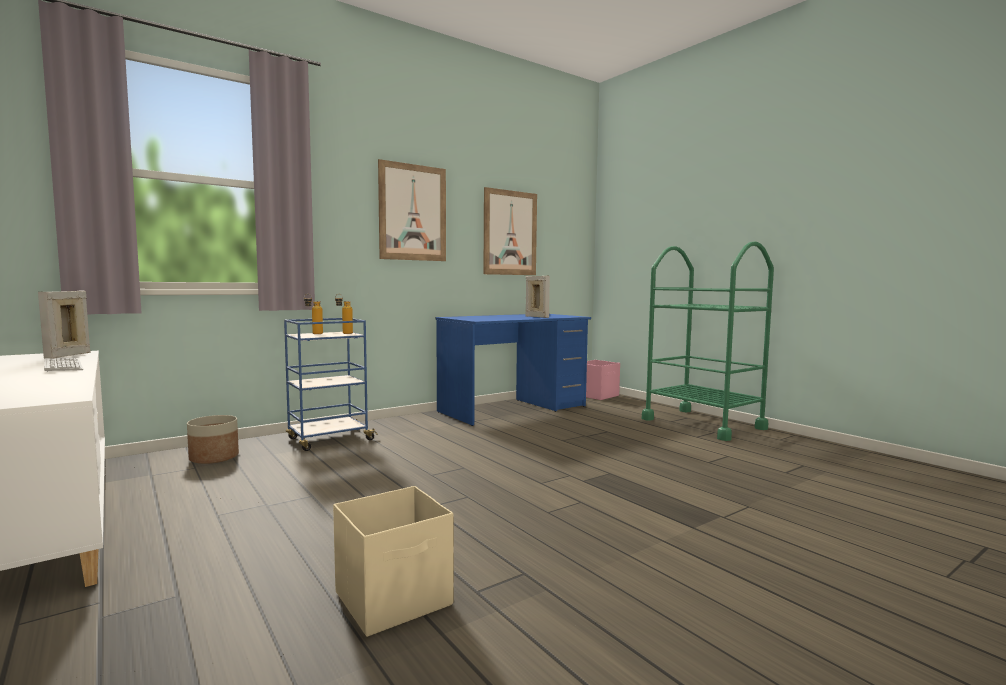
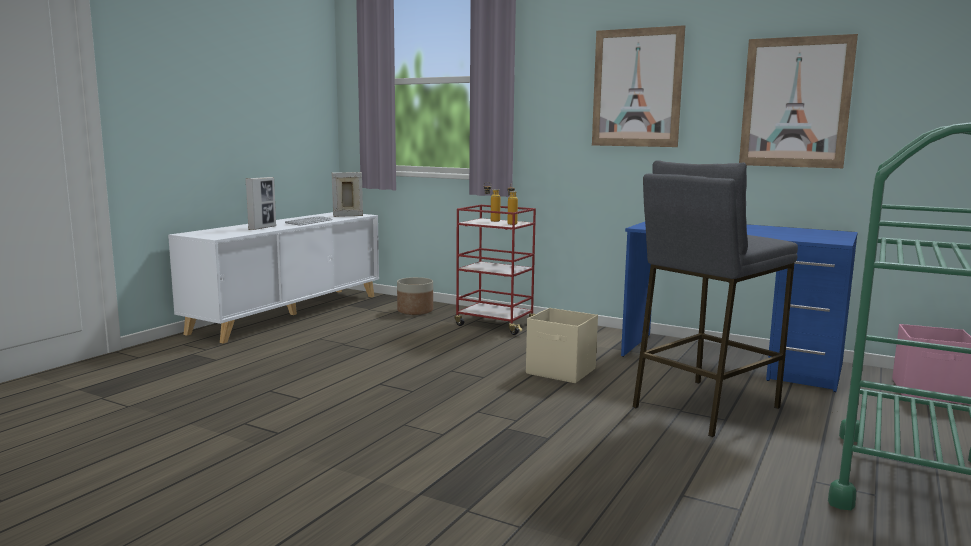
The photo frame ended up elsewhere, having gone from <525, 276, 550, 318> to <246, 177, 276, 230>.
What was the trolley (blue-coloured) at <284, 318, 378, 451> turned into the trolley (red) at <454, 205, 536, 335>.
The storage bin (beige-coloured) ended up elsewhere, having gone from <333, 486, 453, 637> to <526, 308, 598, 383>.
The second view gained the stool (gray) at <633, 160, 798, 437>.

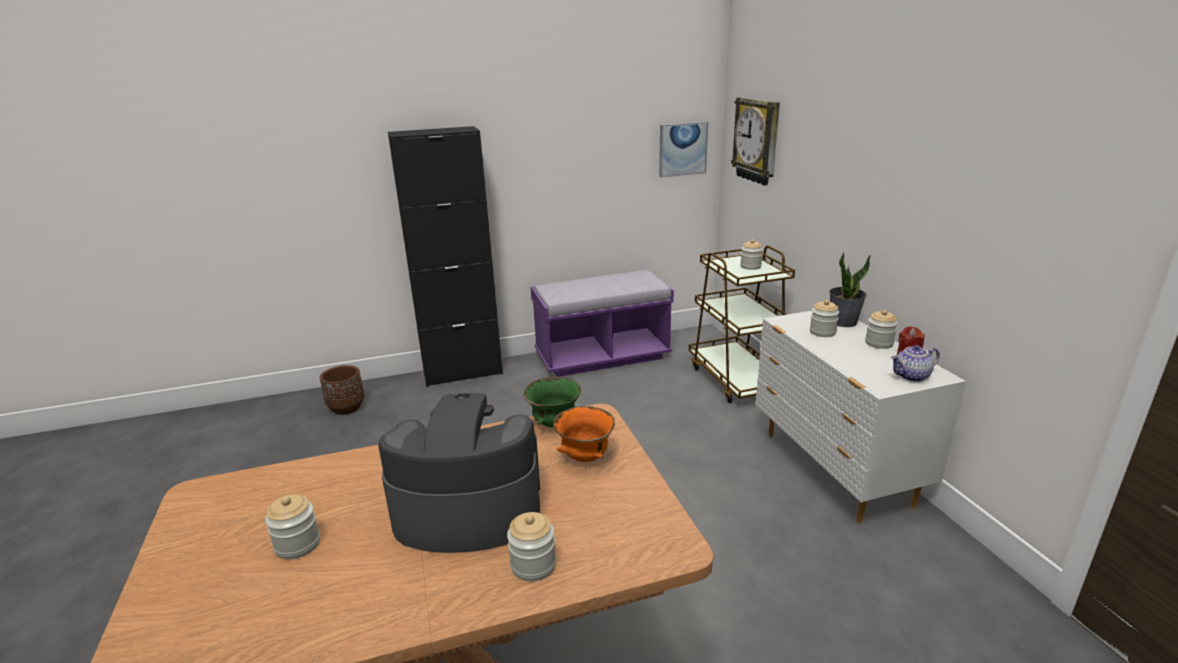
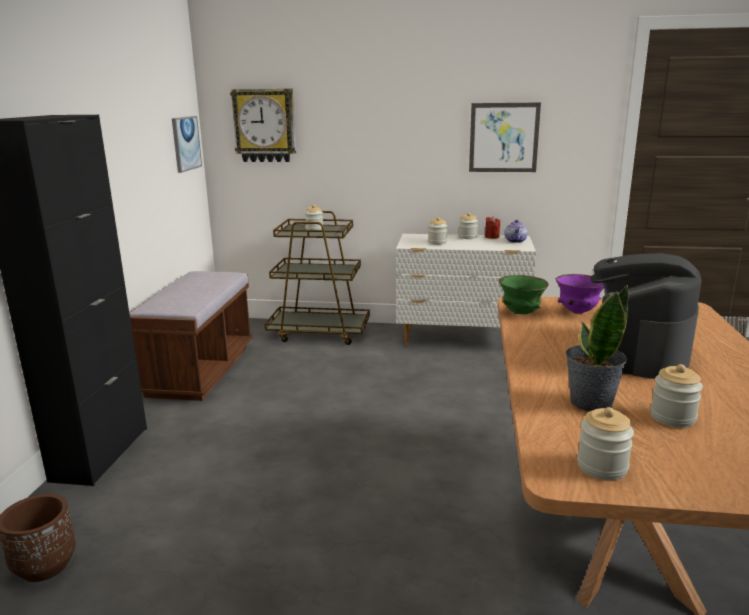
The potted plant ended up elsewhere, having gone from <829, 252, 871, 327> to <566, 284, 629, 412>.
What was the long seat (purplish) at <531, 270, 674, 377> turned into the long seat (brown) at <129, 271, 253, 401>.
What was the deep dish (orangey) at <553, 406, 615, 462> turned into the deep dish (purplish) at <556, 274, 604, 314>.
The preserve jar ended up elsewhere, having gone from <507, 512, 556, 581> to <577, 407, 634, 480>.
The second view gained the picture at <469, 102, 541, 172>.

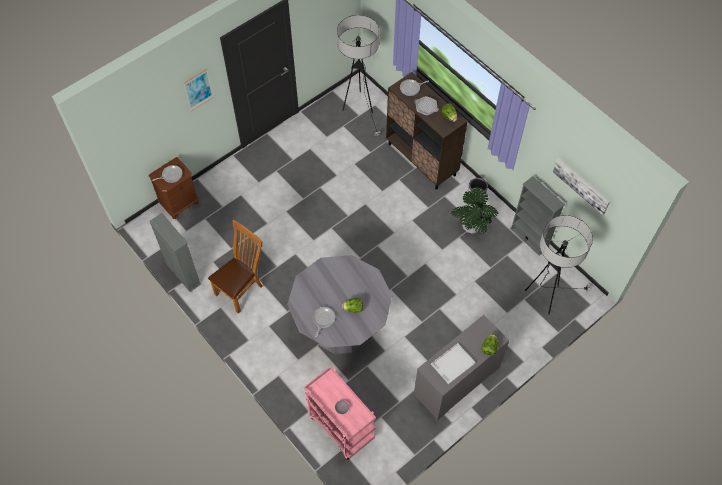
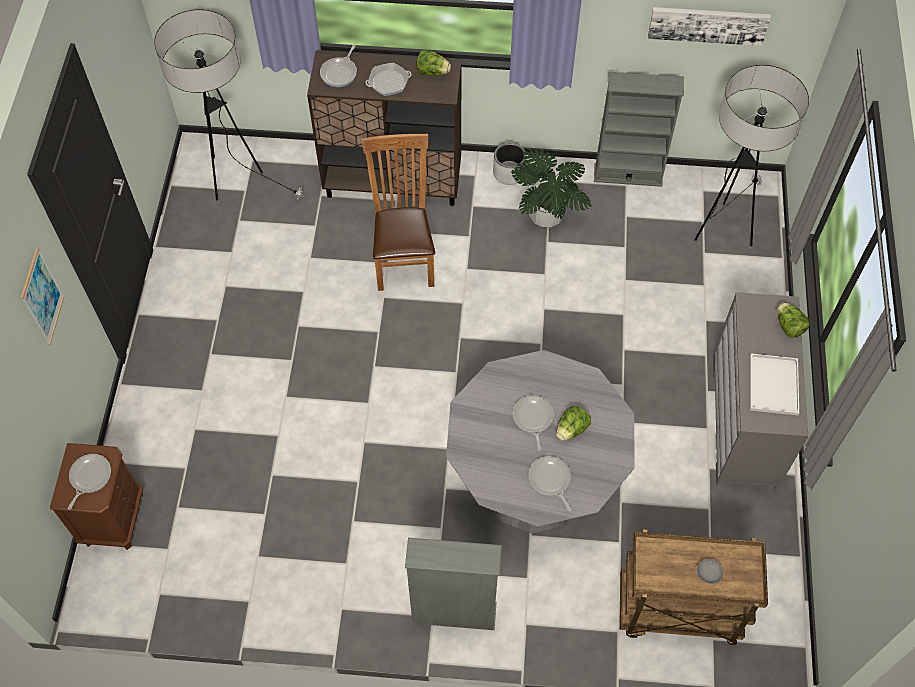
The bookshelf (gray) ended up elsewhere, having gone from <149, 213, 201, 292> to <405, 538, 502, 630>.
The chair (brown) ended up elsewhere, having gone from <208, 220, 263, 314> to <361, 134, 435, 291>.
What was the trolley (pink) at <304, 366, 376, 460> turned into the trolley (brown) at <619, 529, 768, 645>.
The second view gained the pan at <513, 395, 554, 451>.

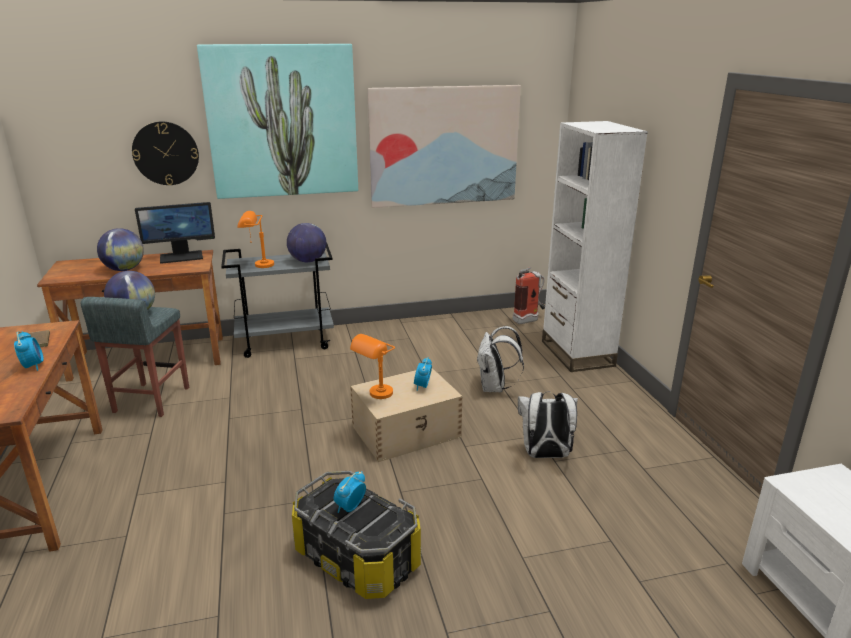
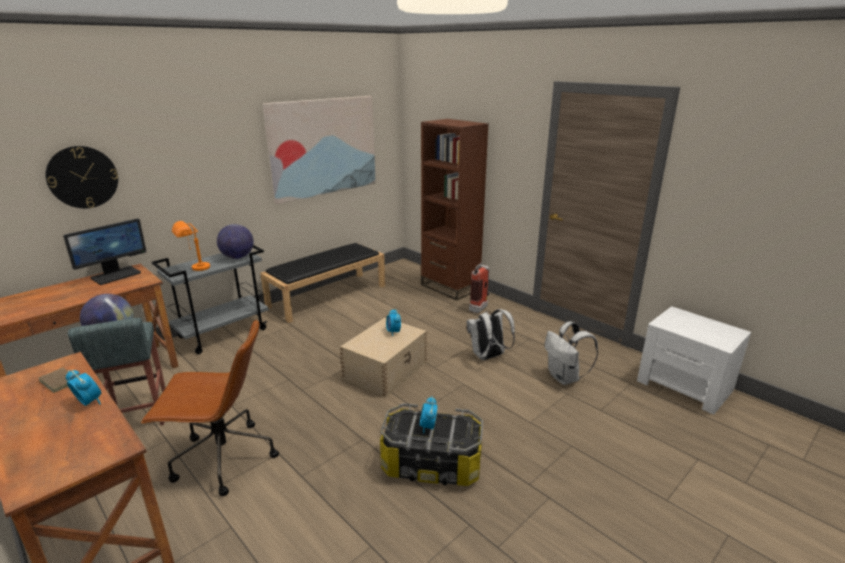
The second view lost the picture at <197, 44, 358, 199>.
What was the bookshelf (white) at <542, 121, 648, 372> turned into the bookshelf (brown) at <421, 119, 489, 300>.
The second view lost the desk globe at <97, 228, 144, 271>.
The fire extinguisher ended up elsewhere, having gone from <513, 267, 545, 324> to <469, 262, 490, 313>.
The knapsack (white) ended up elsewhere, having gone from <476, 326, 524, 392> to <545, 321, 598, 385>.
The second view lost the lamp for a table (orangey) at <350, 334, 395, 399>.
The second view gained the long seat (black) at <260, 243, 385, 323>.
The second view gained the computer chair (brown) at <141, 319, 279, 496>.

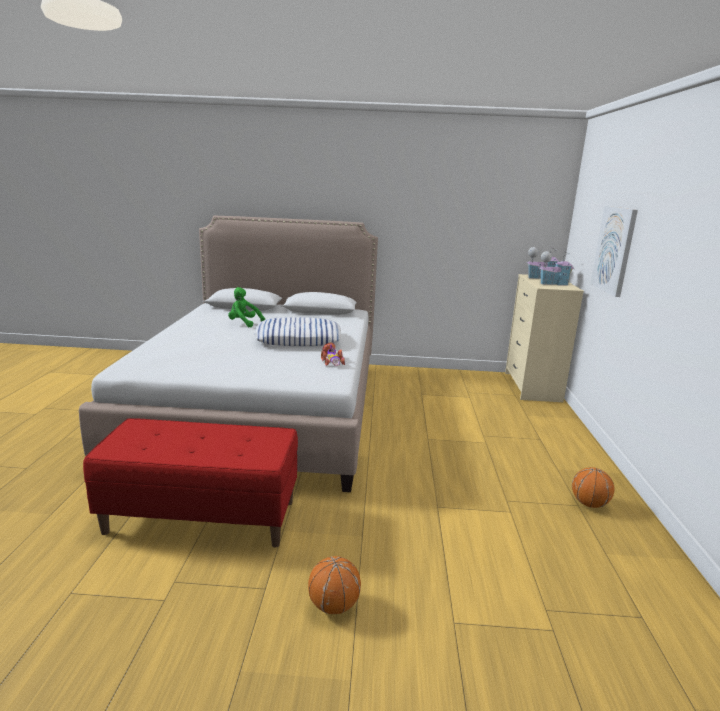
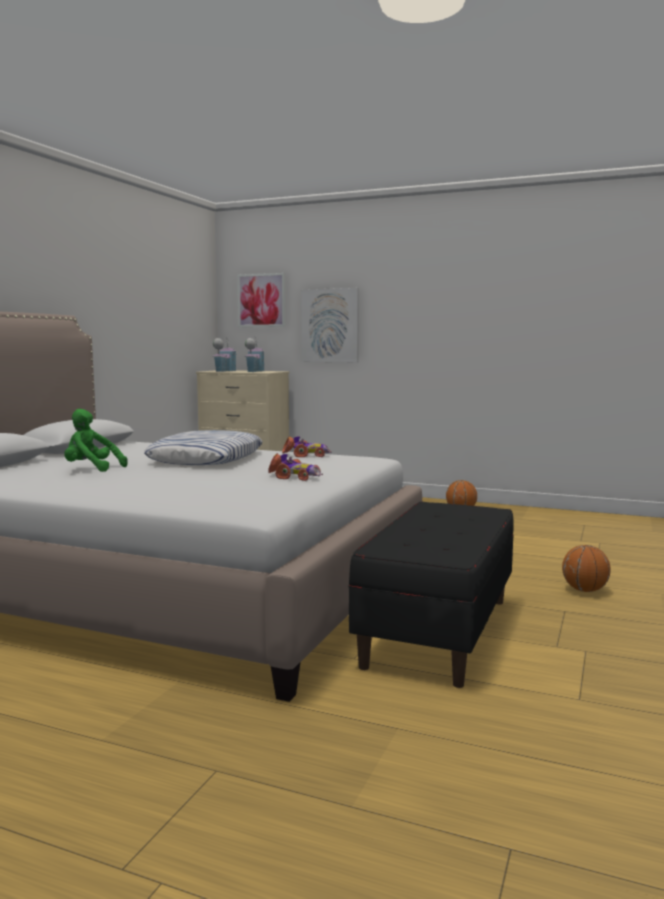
The cuddly toy (green-coloured) at <228, 287, 265, 327> ended up facing another way, 60 degrees clockwise from before.
What was the long seat (red) at <83, 418, 298, 548> turned into the long seat (black) at <348, 501, 514, 688>.
The second view gained the picture at <237, 273, 286, 327>.
The second view gained the miniature car at <268, 453, 323, 481>.

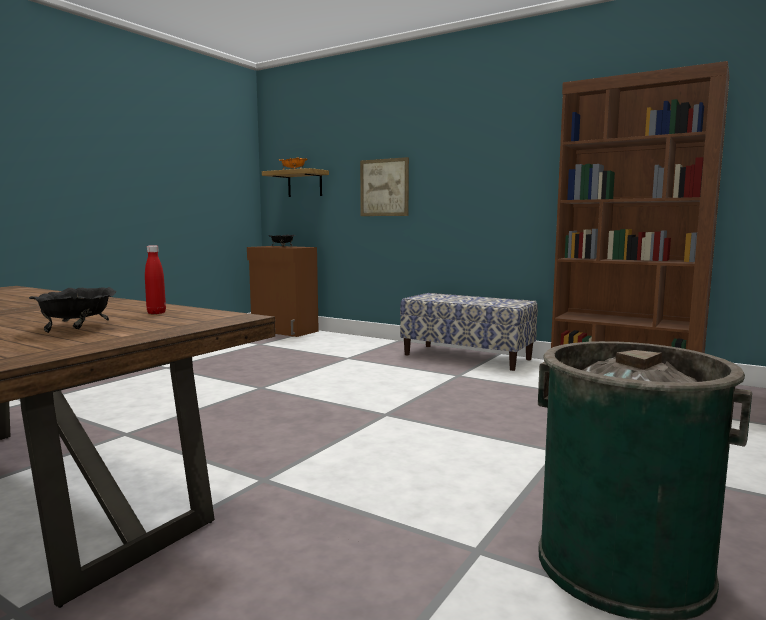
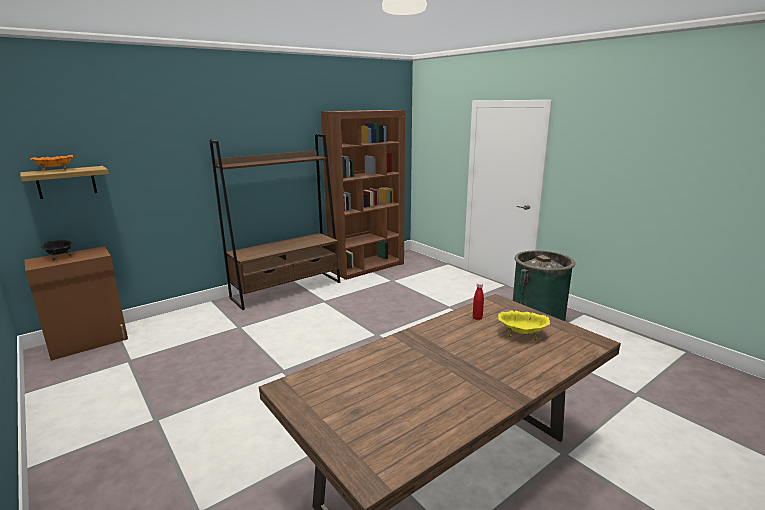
The second view lost the picture at <360, 157, 409, 216>.
What was the deep dish (black) at <29, 287, 117, 333> turned into the deep dish (yellow) at <498, 311, 550, 341>.
Where the long seat stood at <400, 293, 538, 371>, the bookshelf (brown) came to stand at <209, 134, 340, 310>.

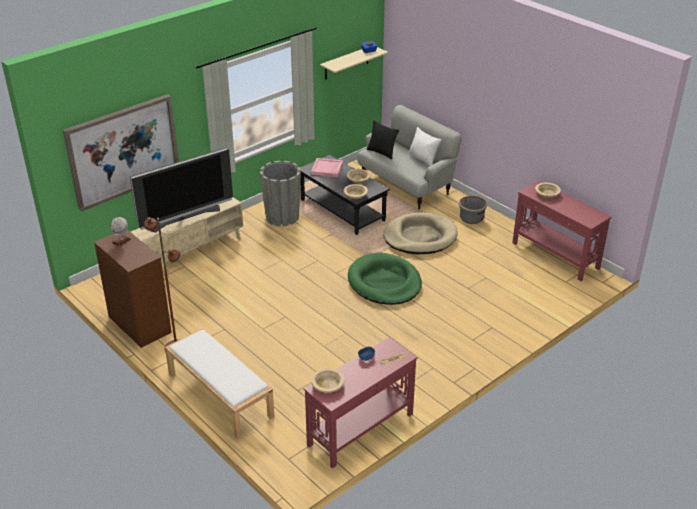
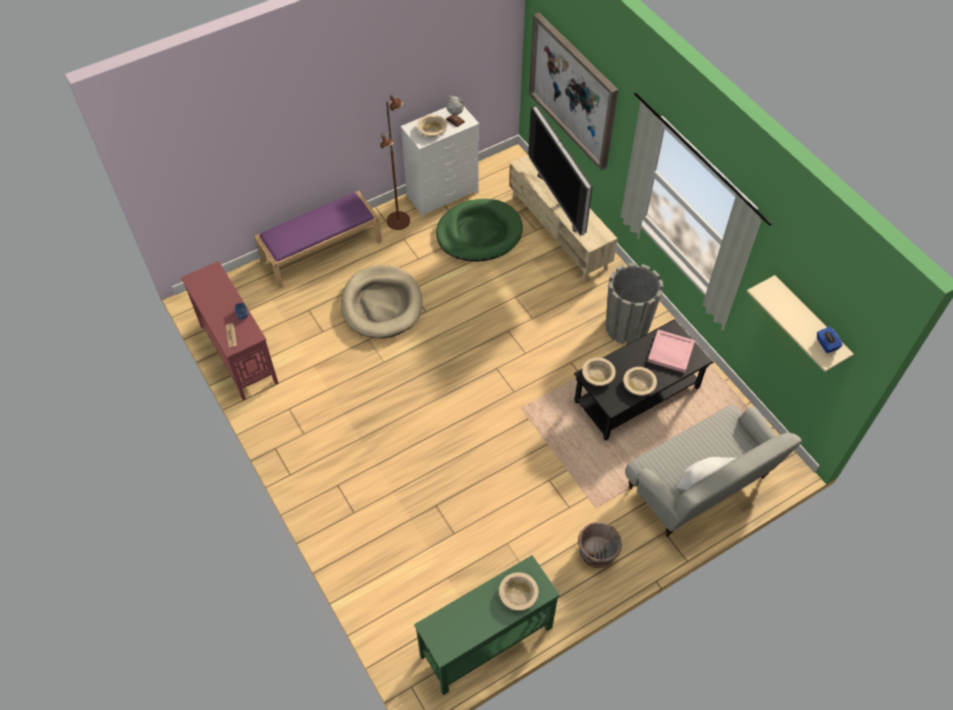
The second view lost the throw pillow (black) at <367, 121, 399, 160>.
What was the narrow table (red) at <512, 181, 611, 281> turned into the narrow table (green-coloured) at <414, 555, 560, 695>.
The dog cushion (beige-coloured) ended up elsewhere, having gone from <383, 213, 457, 254> to <341, 265, 423, 338>.
What was the drawer chest (brown) at <94, 230, 172, 348> turned into the drawer chest (white) at <400, 107, 479, 218>.
The dog cushion (green-coloured) ended up elsewhere, having gone from <348, 252, 422, 305> to <436, 199, 523, 262>.
What was the long seat (white) at <165, 328, 274, 439> turned into the long seat (purplish) at <254, 191, 382, 289>.
The deep dish (beige-coloured) ended up elsewhere, having gone from <311, 368, 344, 393> to <417, 115, 447, 137>.

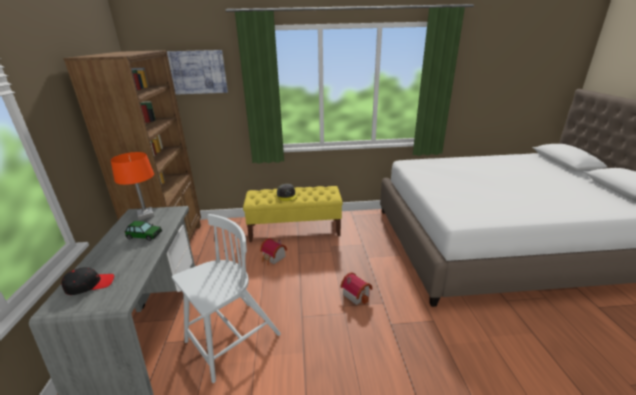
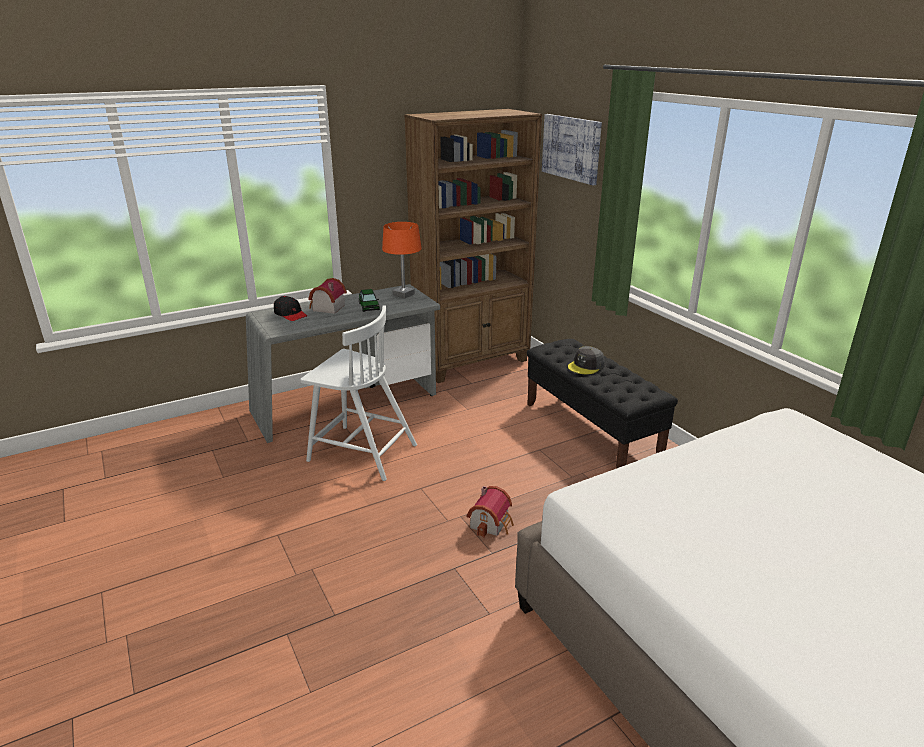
What was the long seat (yellow) at <243, 186, 343, 242> turned into the long seat (black) at <527, 339, 678, 469>.
The toy house ended up elsewhere, having gone from <260, 238, 287, 265> to <308, 278, 347, 314>.

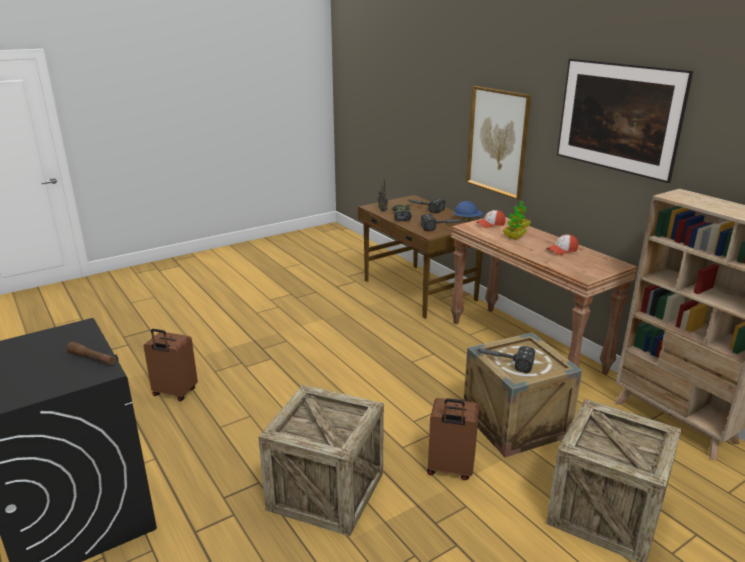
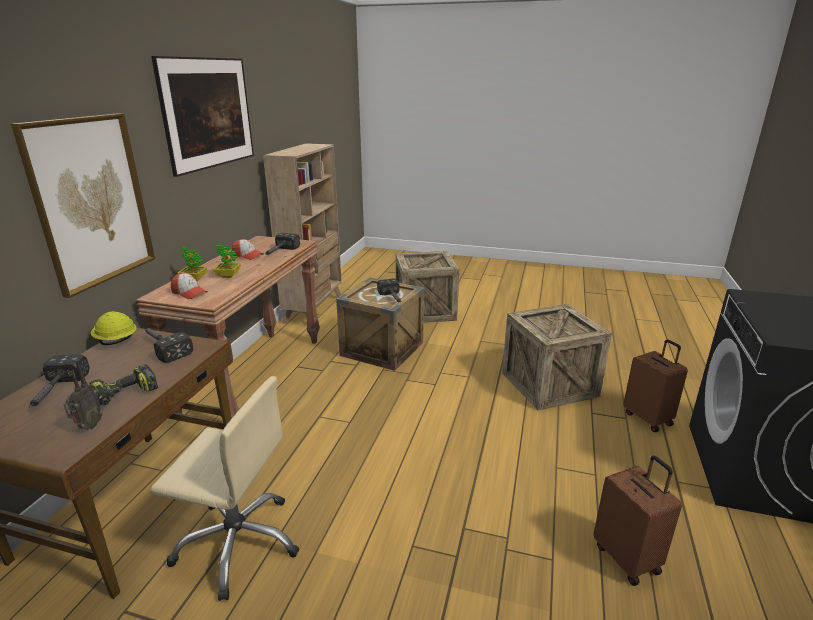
What was the safety helmet (blue-coloured) at <453, 201, 483, 222> turned into the safety helmet (yellow) at <91, 311, 137, 345>.
The second view lost the flashlight (brown) at <67, 342, 116, 365>.
The travel case (brown) ended up elsewhere, having gone from <427, 398, 479, 480> to <623, 339, 688, 432>.
The second view gained the hammer at <265, 233, 300, 255>.
The second view gained the computer chair (beige-coloured) at <151, 376, 299, 601>.

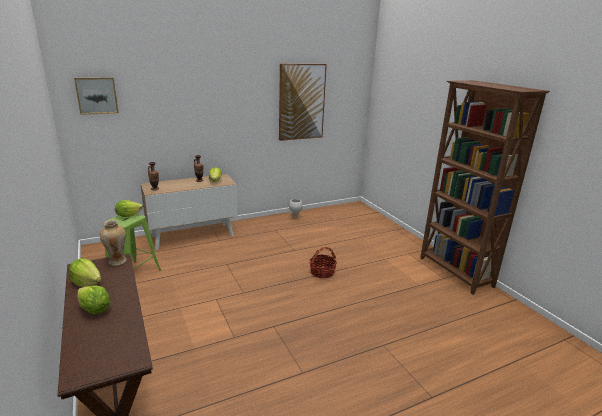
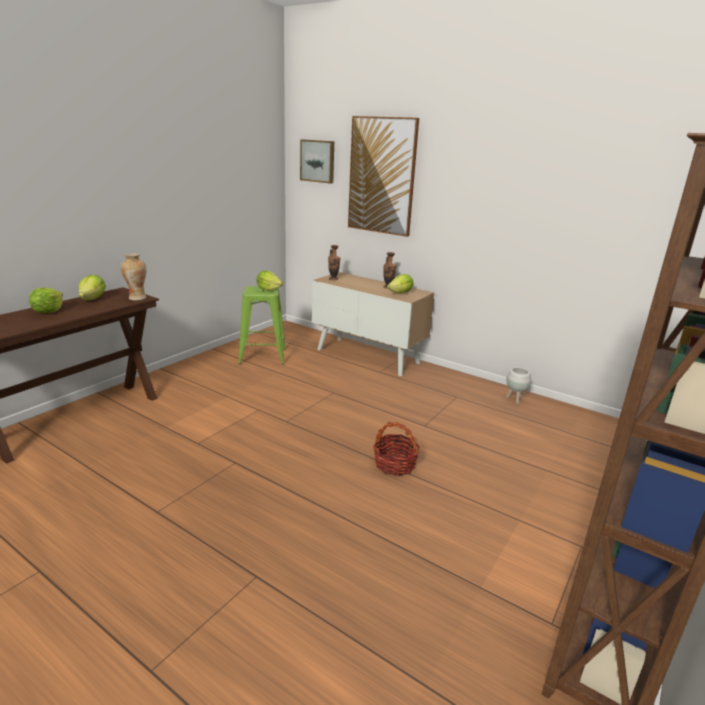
The picture ended up elsewhere, having gone from <279, 64, 327, 141> to <348, 116, 419, 237>.

